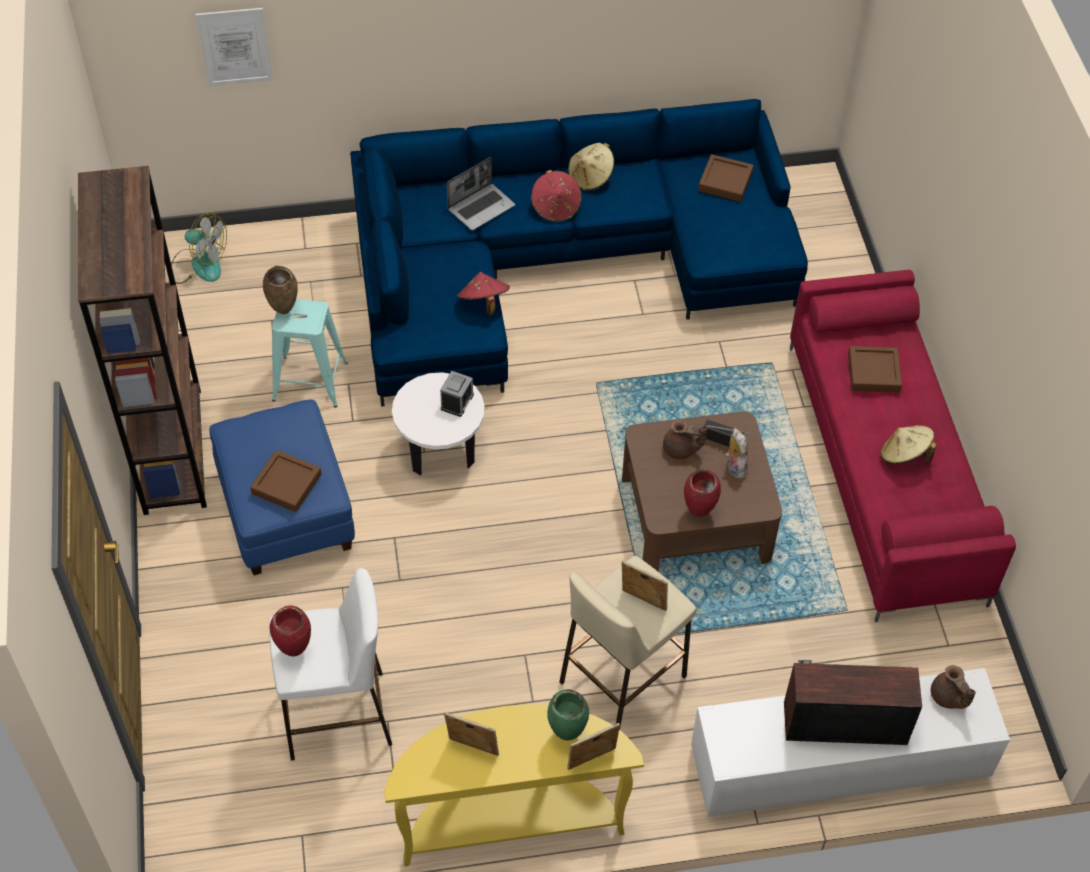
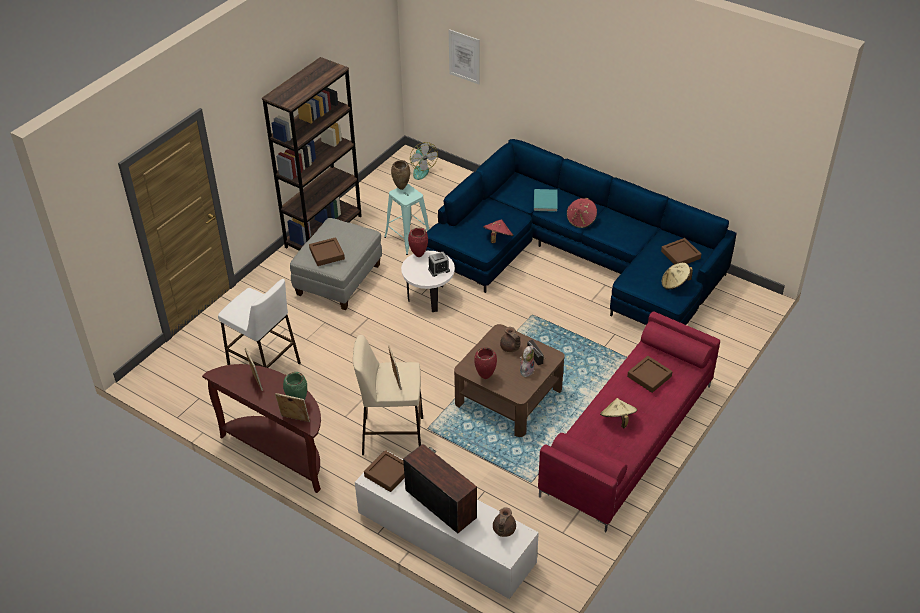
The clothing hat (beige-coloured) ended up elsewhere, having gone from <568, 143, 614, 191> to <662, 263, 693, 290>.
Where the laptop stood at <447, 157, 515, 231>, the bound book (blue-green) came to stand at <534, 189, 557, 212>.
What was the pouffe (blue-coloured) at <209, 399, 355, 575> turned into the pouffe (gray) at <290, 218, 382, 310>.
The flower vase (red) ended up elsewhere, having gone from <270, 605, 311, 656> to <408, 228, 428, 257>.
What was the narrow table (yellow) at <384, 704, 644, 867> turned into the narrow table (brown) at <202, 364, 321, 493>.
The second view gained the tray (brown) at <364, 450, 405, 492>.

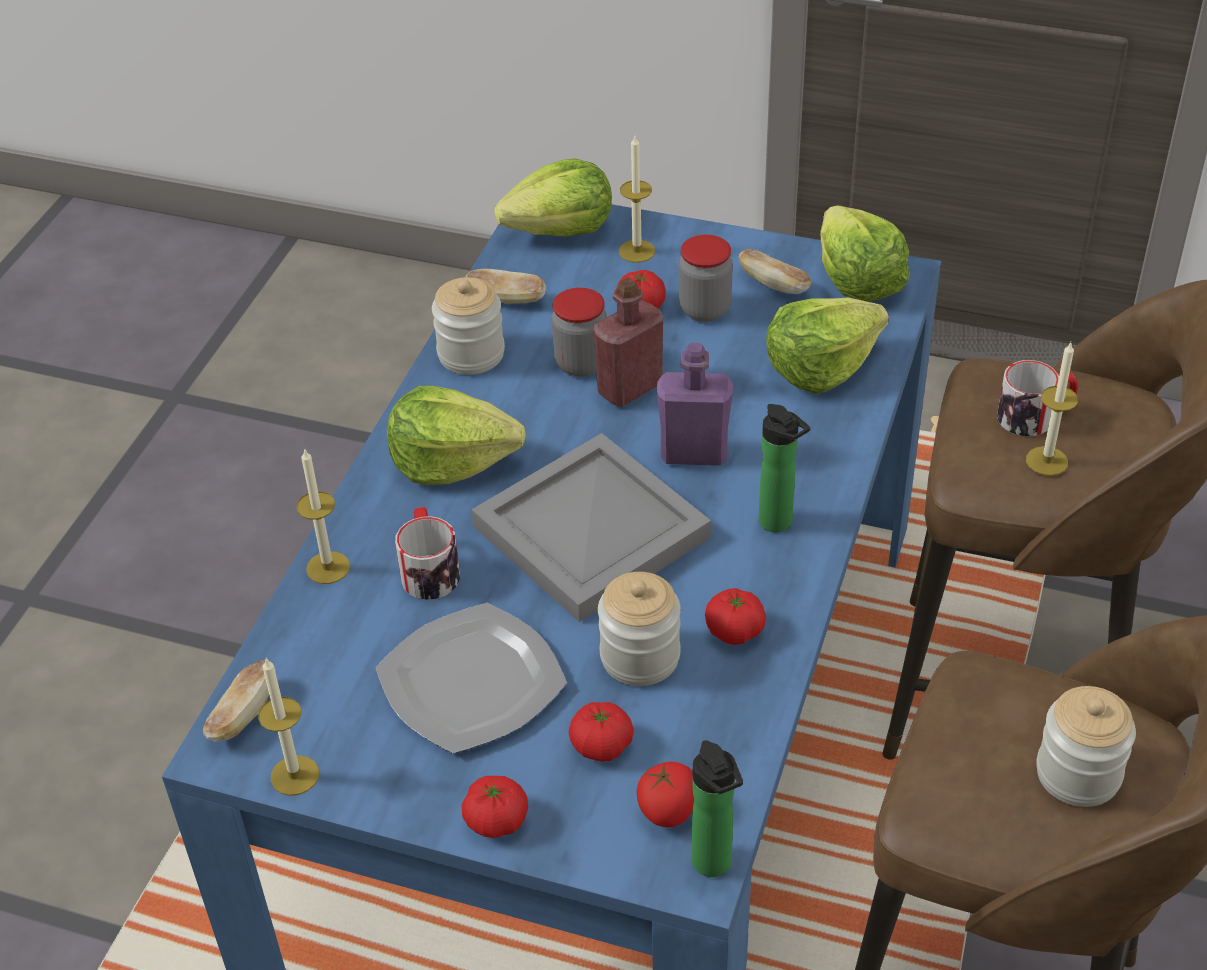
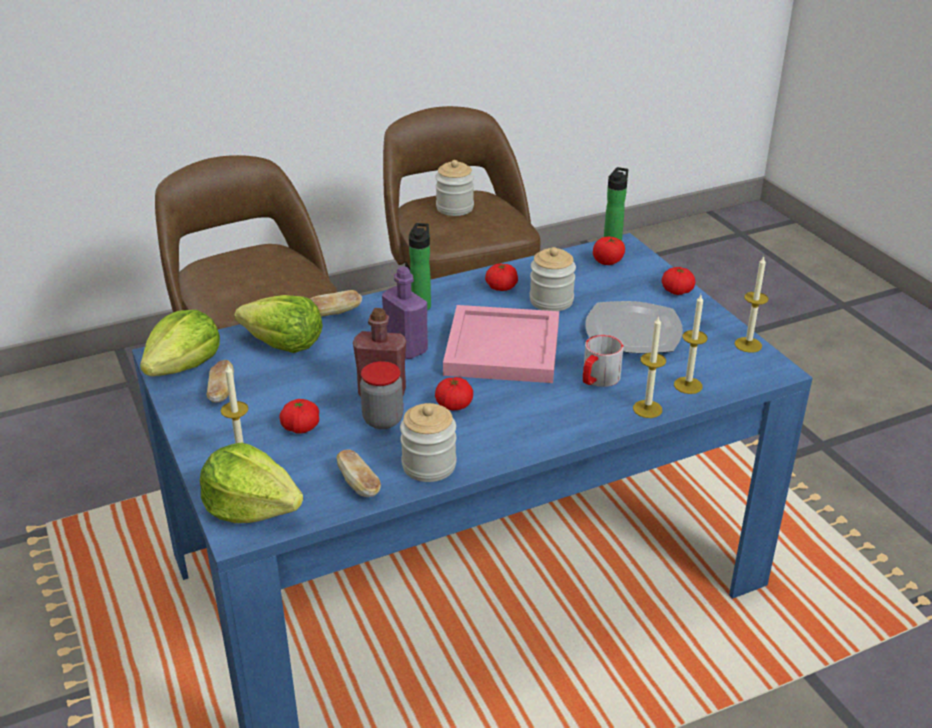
The second view lost the preserve jar at <679, 235, 733, 322>.
The candle ended up elsewhere, having gone from <1026, 342, 1078, 476> to <674, 295, 708, 394>.
The second view lost the tea mug at <997, 360, 1078, 436>.
The second view lost the head of lettuce at <387, 386, 526, 485>.
What was the tray (gray) at <471, 433, 711, 622> turned into the tray (pink) at <443, 305, 559, 383>.
The bread ended up elsewhere, having gone from <203, 660, 276, 742> to <310, 290, 362, 316>.
The tomato ended up elsewhere, having gone from <569, 702, 634, 762> to <435, 377, 473, 410>.

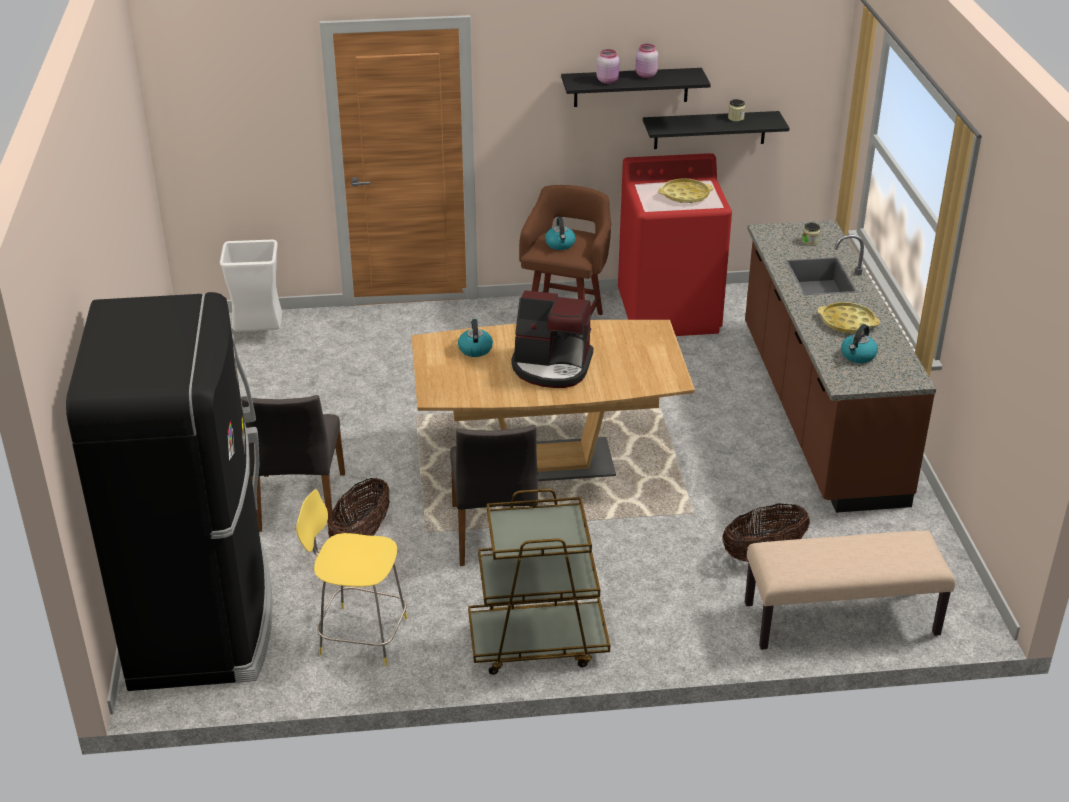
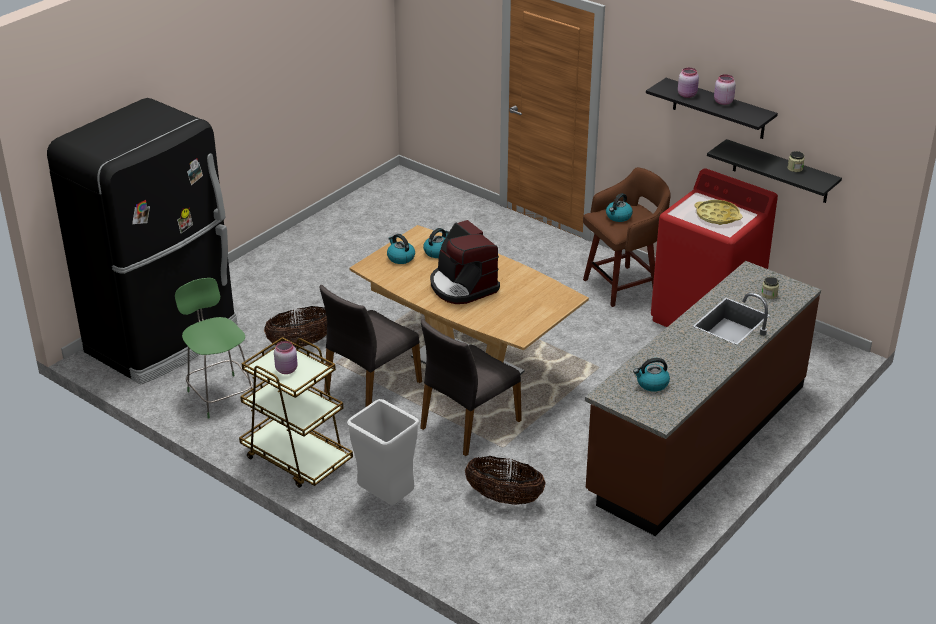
The waste bin (white) ended up elsewhere, having gone from <220, 240, 282, 331> to <347, 399, 419, 505>.
The second view lost the tray (yellow) at <817, 302, 880, 334>.
The chair (gray) ended up elsewhere, having gone from <241, 395, 345, 532> to <420, 319, 522, 456>.
What was the stool (yellow) at <296, 489, 407, 666> turned into the stool (green-coloured) at <175, 278, 253, 419>.
The second view lost the long seat (beige-coloured) at <745, 530, 955, 650>.
The second view gained the tea kettle at <387, 234, 415, 264>.
The second view gained the preserve jar (pink) at <274, 341, 298, 374>.

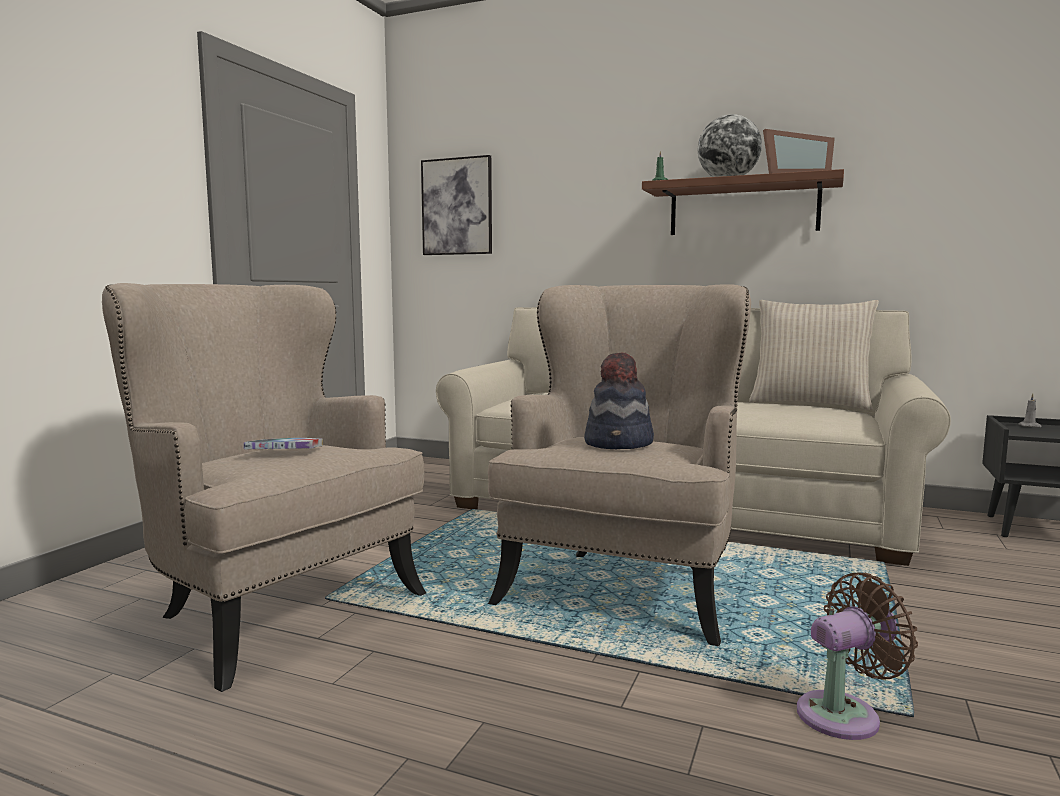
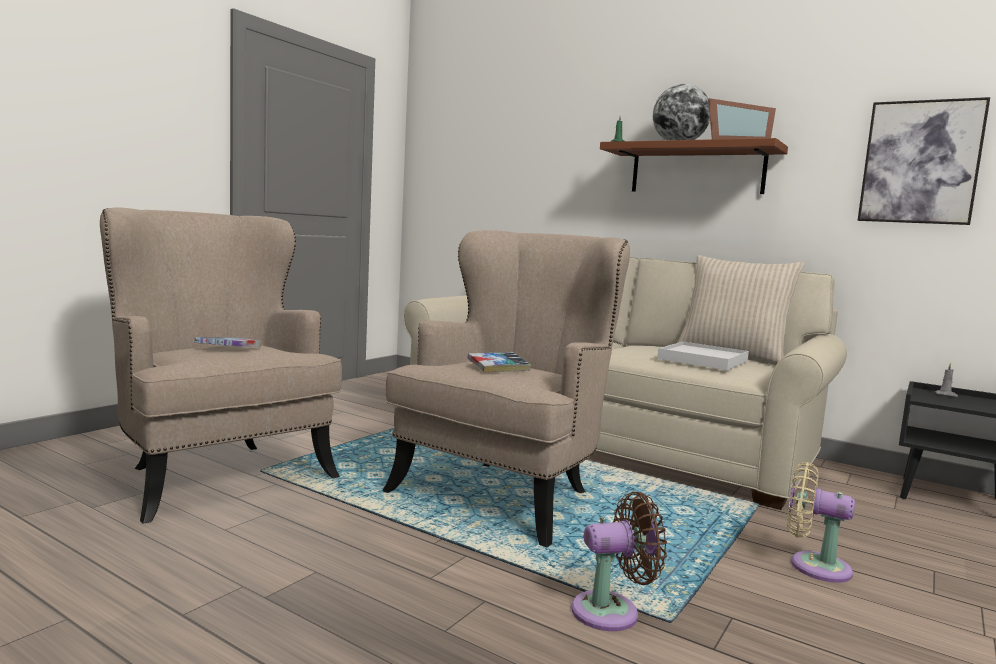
The picture ended up elsewhere, having gone from <421, 155, 492, 255> to <858, 97, 990, 225>.
Where the clothing hat stood at <584, 352, 654, 449>, the bound book came to stand at <467, 352, 531, 373>.
The second view gained the tray (white) at <657, 342, 749, 370>.
The second view gained the electric fan (beige-coloured) at <787, 462, 855, 582>.

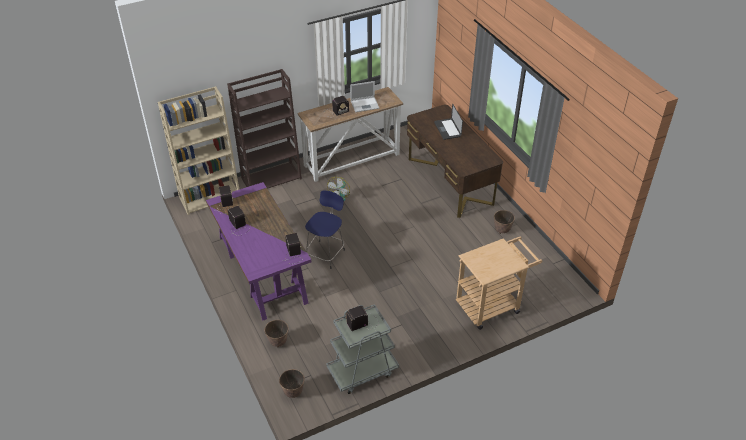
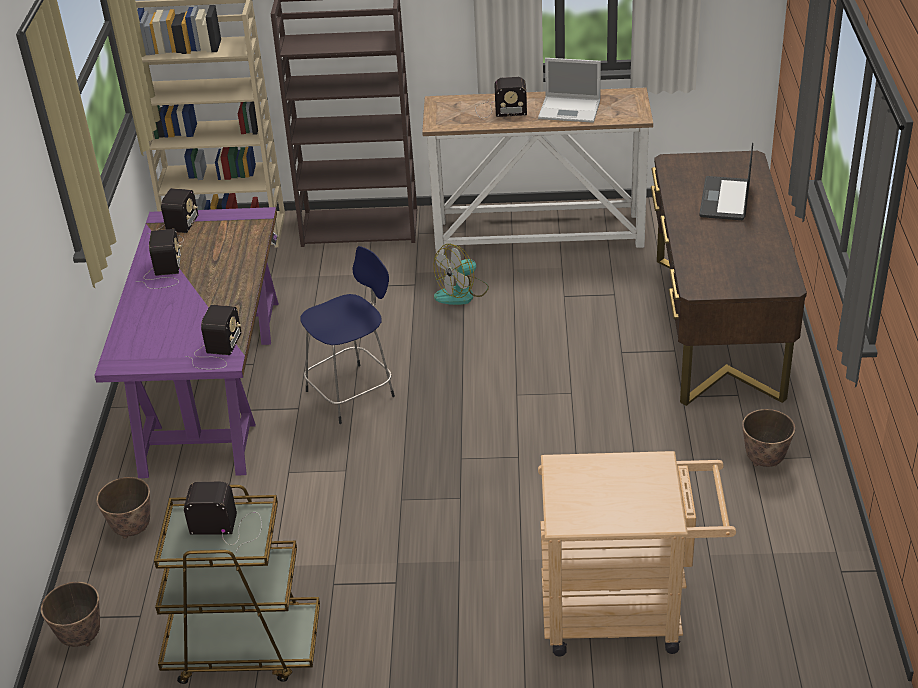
What was the trolley (gray) at <326, 304, 399, 394> turned into the trolley (brown) at <154, 485, 320, 684>.

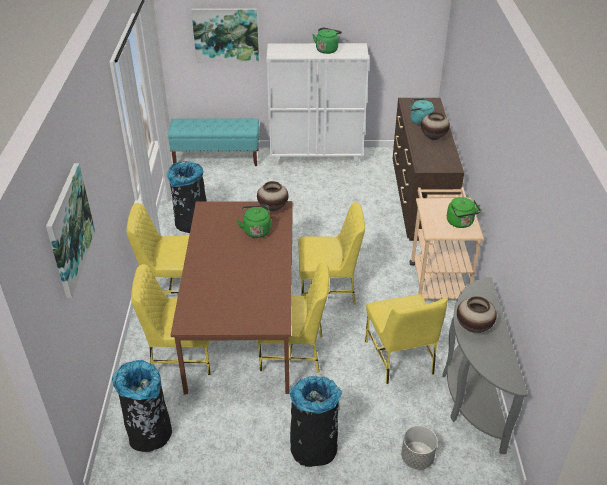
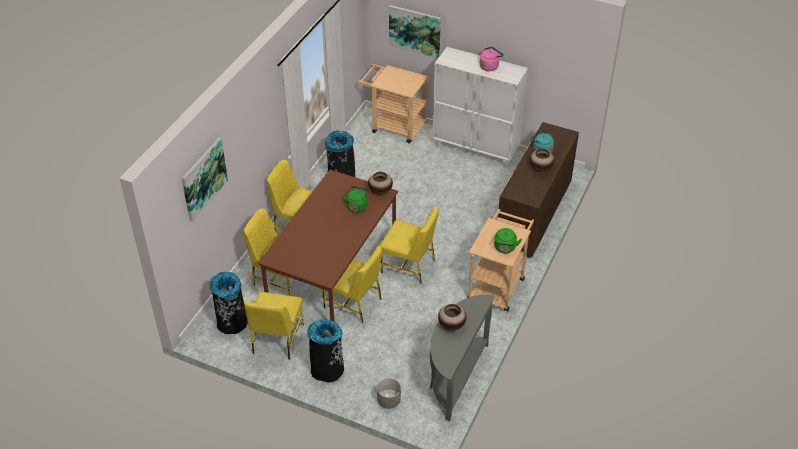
What was the tea kettle (green-coloured) at <312, 27, 342, 54> turned into the tea kettle (pink) at <479, 47, 504, 71>.
Where the long seat (blue-green) stood at <168, 118, 259, 166>, the trolley (beige-coloured) came to stand at <358, 64, 428, 143>.
The chair (yellow) ended up elsewhere, having gone from <365, 294, 447, 384> to <244, 292, 304, 360>.

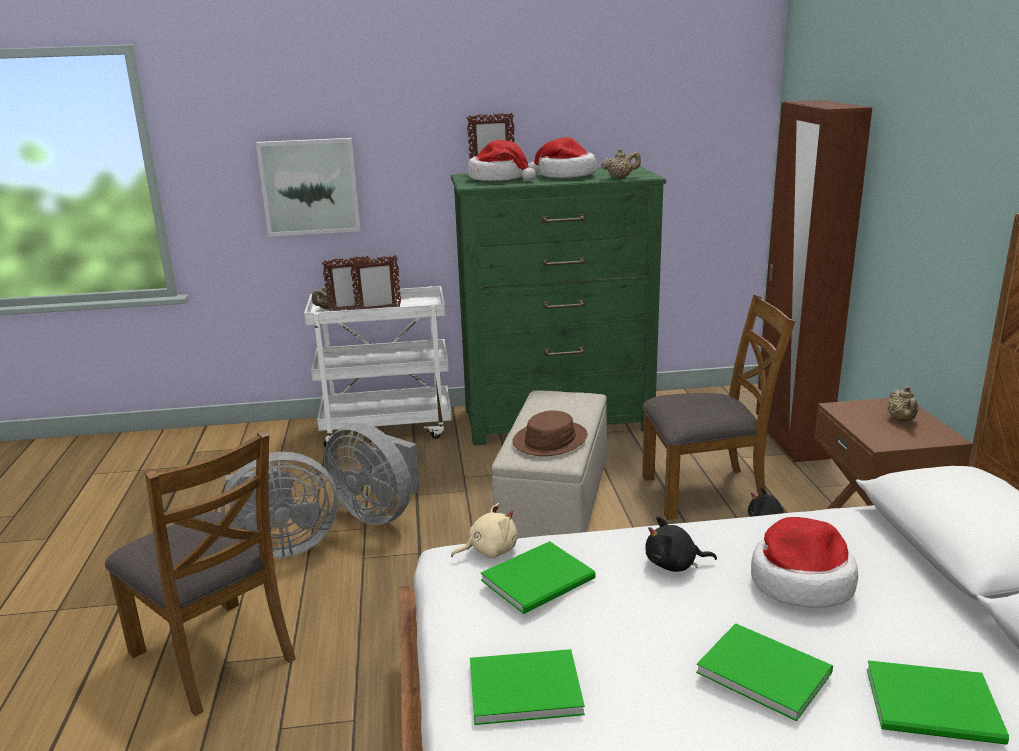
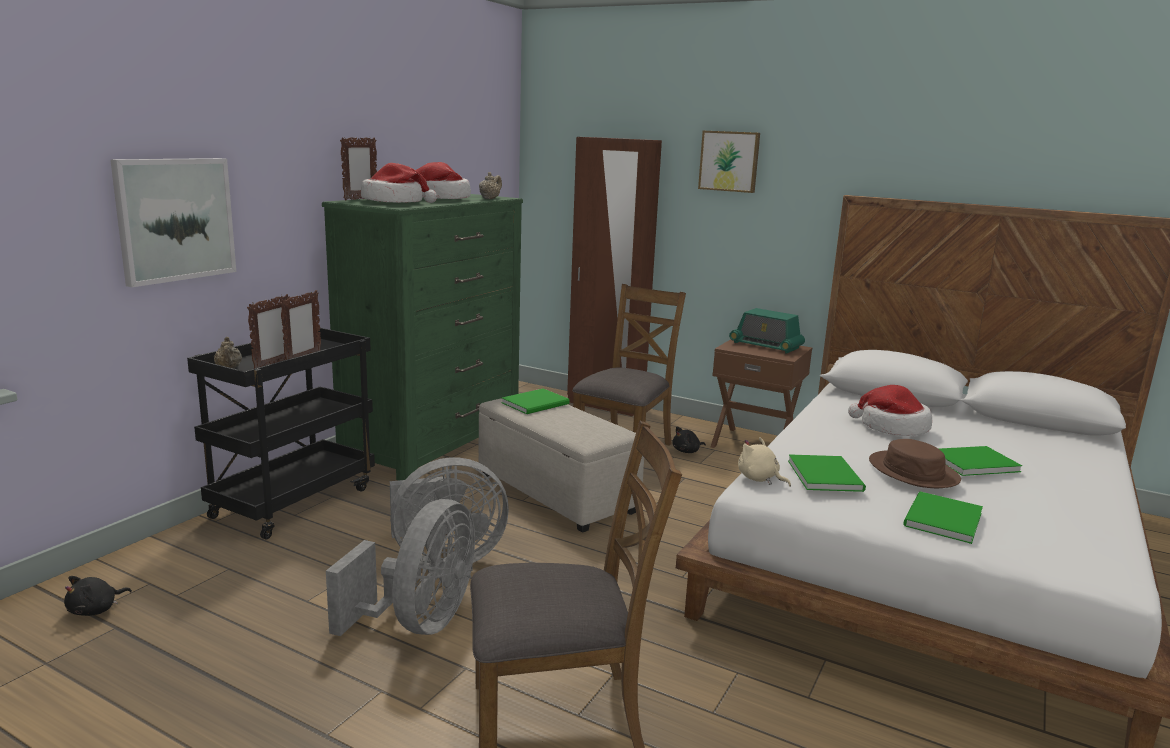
What was the trolley (white) at <304, 286, 452, 448> turned into the trolley (black) at <187, 328, 375, 539>.
Where the pot for tea (beige-coloured) stood at <888, 386, 919, 422>, the radio came to stand at <729, 308, 805, 354>.
The clothing hat (brown) ended up elsewhere, having gone from <512, 410, 588, 456> to <869, 439, 961, 488>.
The cuddly toy (beige-coloured) at <451, 503, 518, 558> ended up facing another way, 60 degrees counterclockwise from before.
The cuddly toy (black) ended up elsewhere, having gone from <645, 516, 717, 572> to <64, 576, 132, 616>.
The bound book (green-coloured) ended up elsewhere, having gone from <867, 660, 1009, 745> to <501, 388, 570, 414>.
The second view gained the picture at <698, 131, 760, 193>.

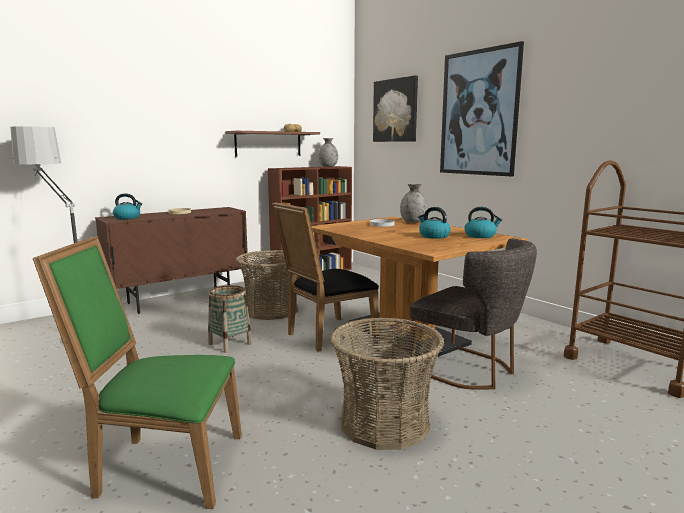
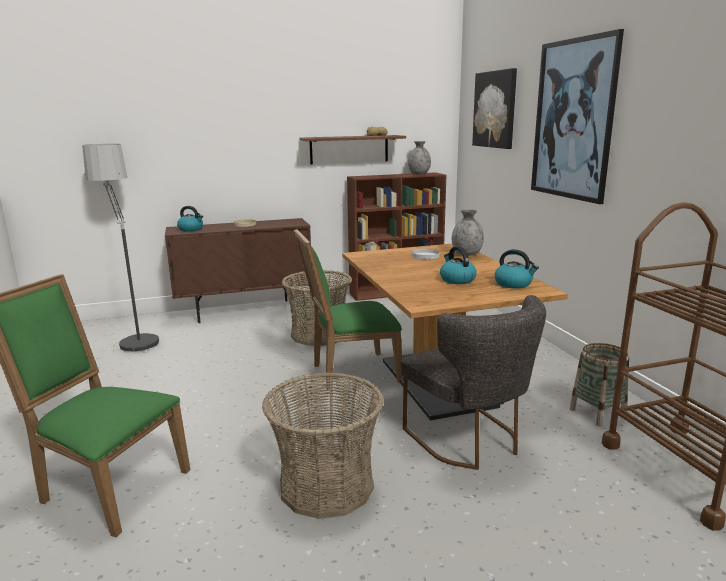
What was the chair (black) at <272, 202, 379, 352> turned into the chair (green-coloured) at <294, 229, 403, 389>.
The basket ended up elsewhere, having gone from <208, 285, 252, 353> to <570, 343, 629, 426>.

